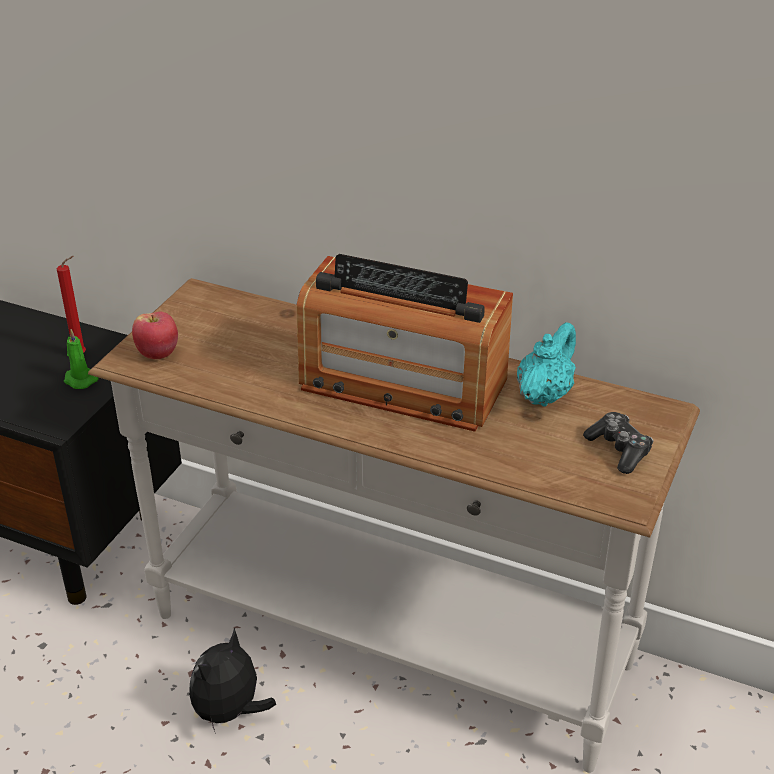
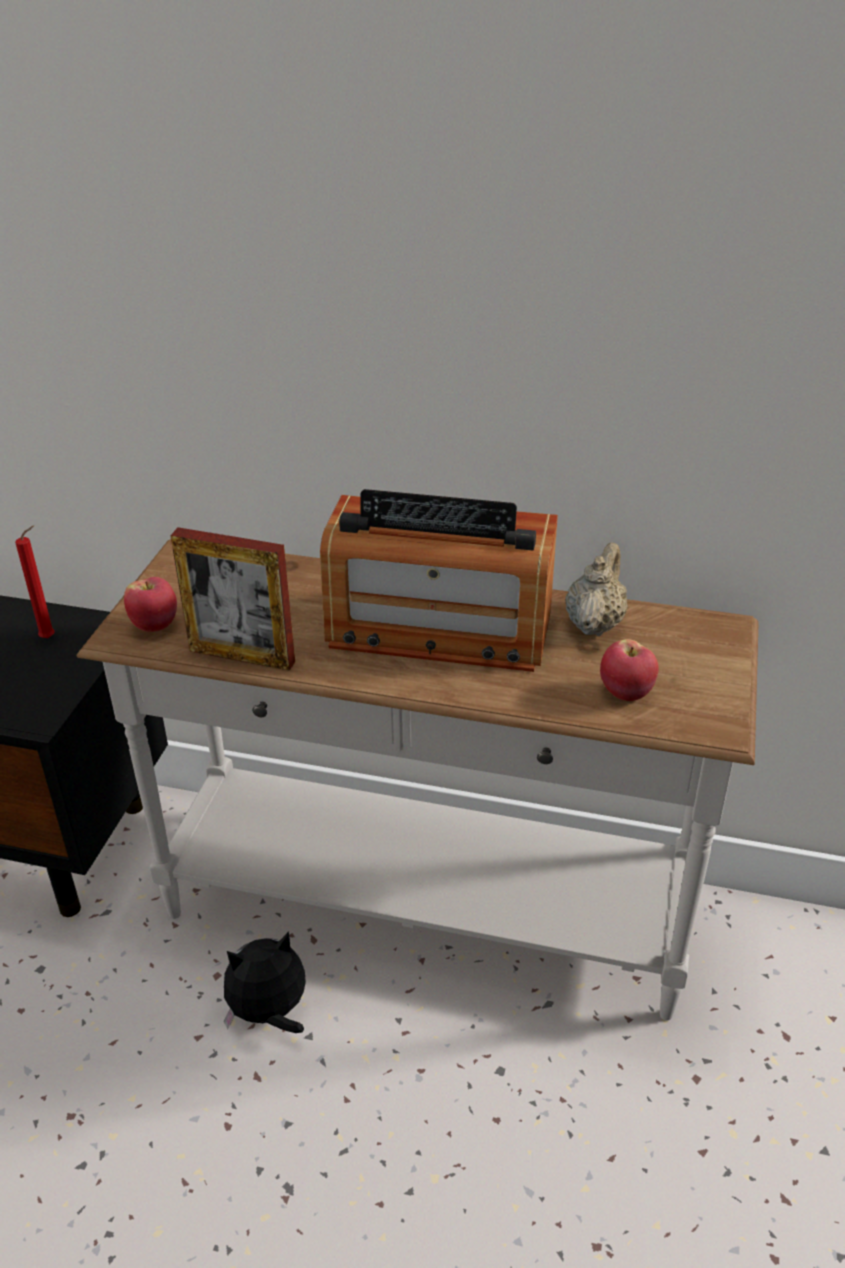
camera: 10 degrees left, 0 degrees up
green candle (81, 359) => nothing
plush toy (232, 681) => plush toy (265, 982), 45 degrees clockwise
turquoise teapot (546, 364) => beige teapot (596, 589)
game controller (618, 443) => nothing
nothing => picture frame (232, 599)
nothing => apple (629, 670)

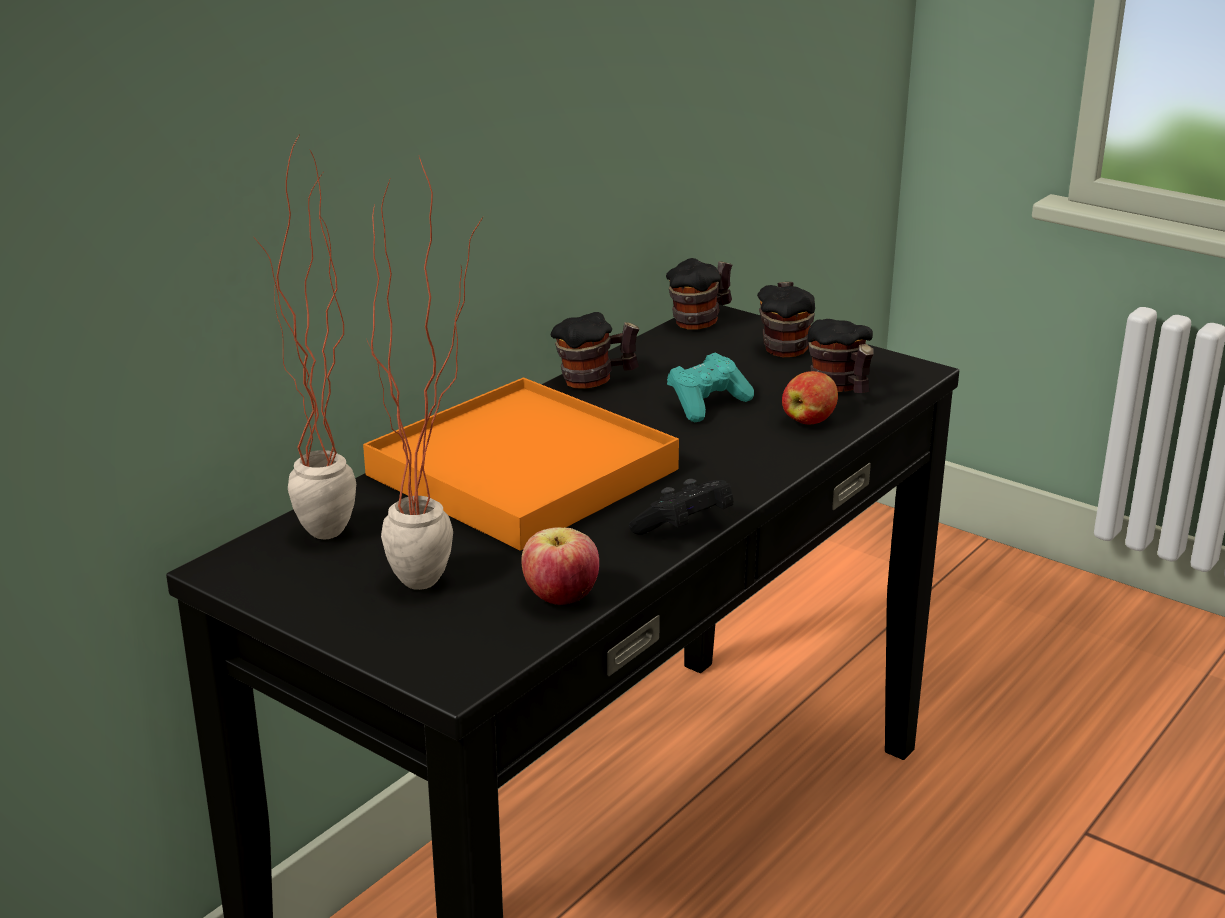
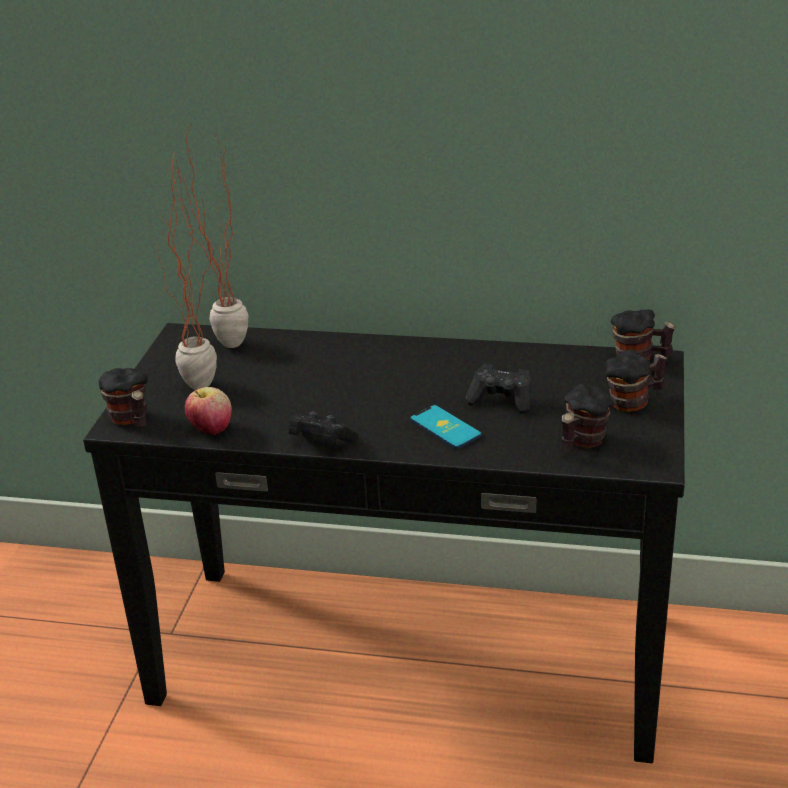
camera: 65 degrees right, 5 degrees up
orange tray (521, 464) => nothing
mug (595, 350) => mug (123, 397), shifted
turquoise game controller (710, 387) => black game controller (498, 389)
apple (810, 398) => nothing
nothing => phone (445, 427)

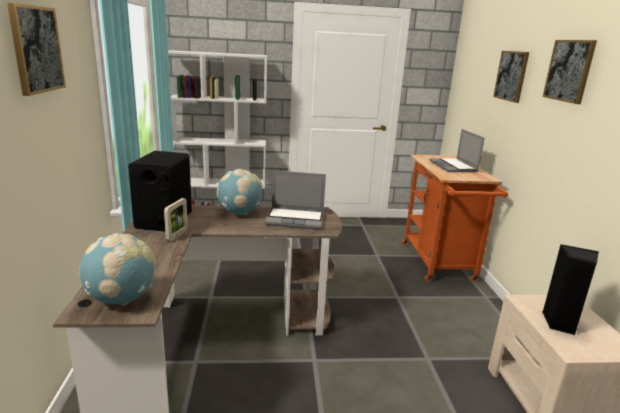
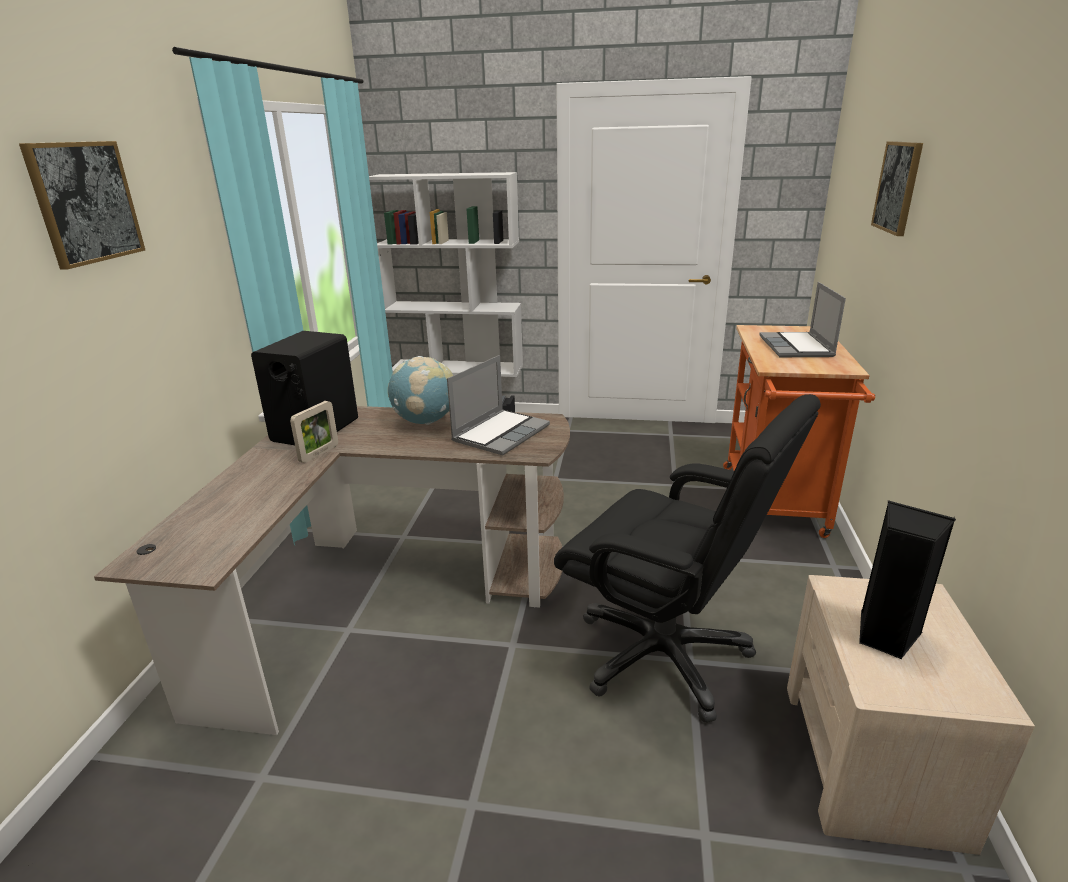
camera: 15 degrees right, 5 degrees up
globe (117, 269) => nothing
laptop (295, 200) => laptop (498, 405), 75 degrees counterclockwise
picture (570, 72) => nothing
nothing => black office chair (687, 558)

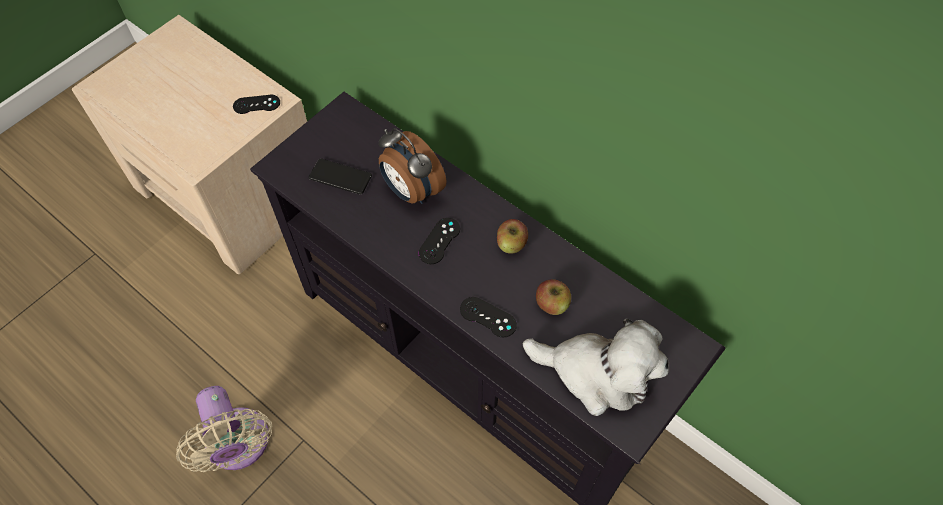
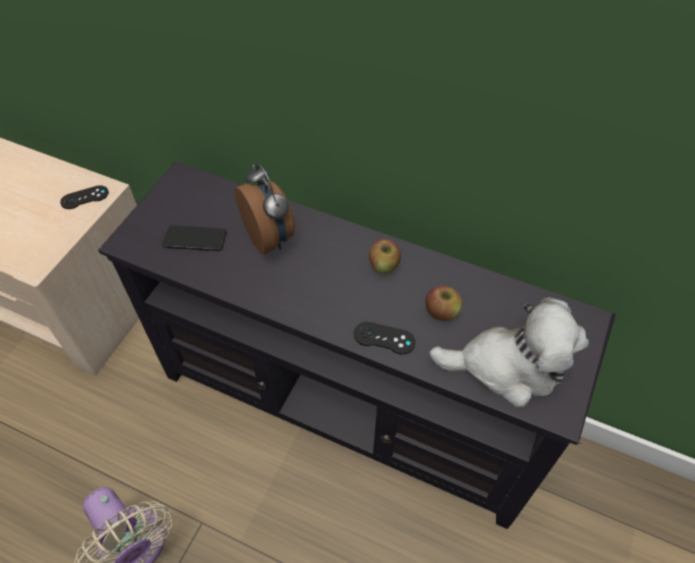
camera: 15 degrees left, 5 degrees down
alarm clock (413, 166) => alarm clock (265, 209), 150 degrees counterclockwise
black game controller (439, 241) => nothing

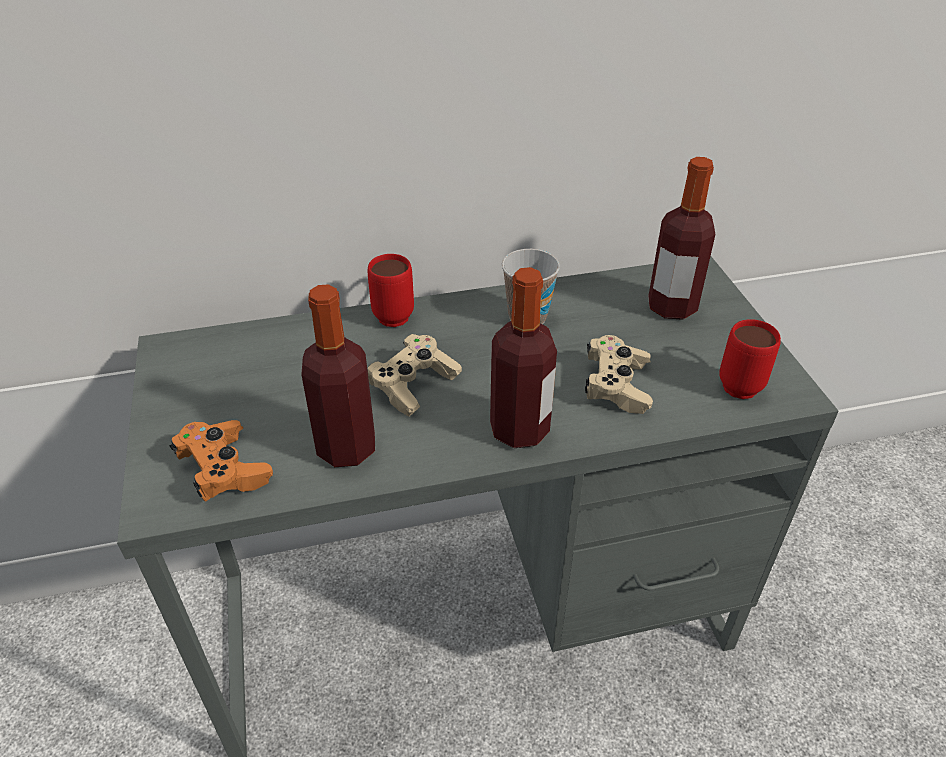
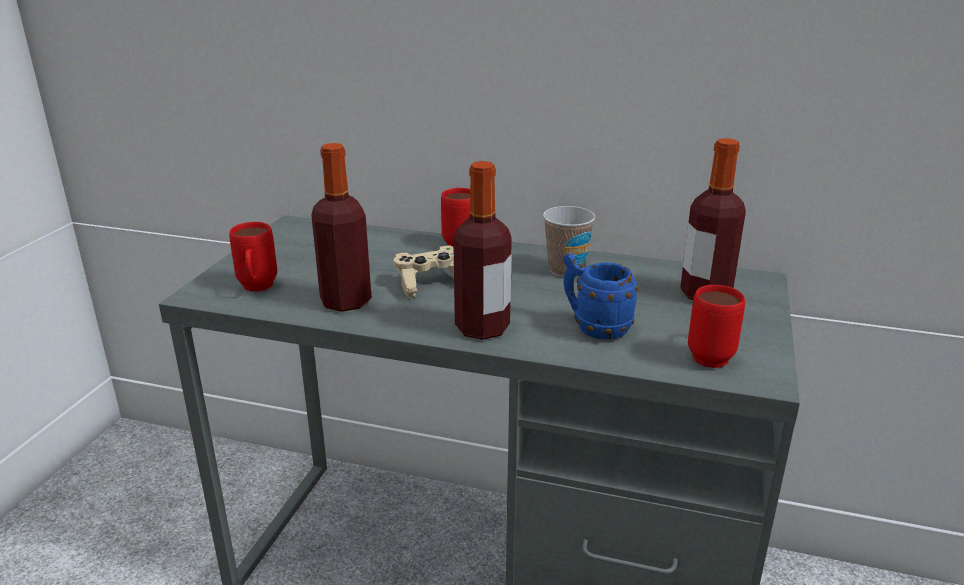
camera: 30 degrees right, 15 degrees down
orange game controller (221, 461) => red mug (253, 257)
beige game controller (619, 374) => blue mug (600, 296)

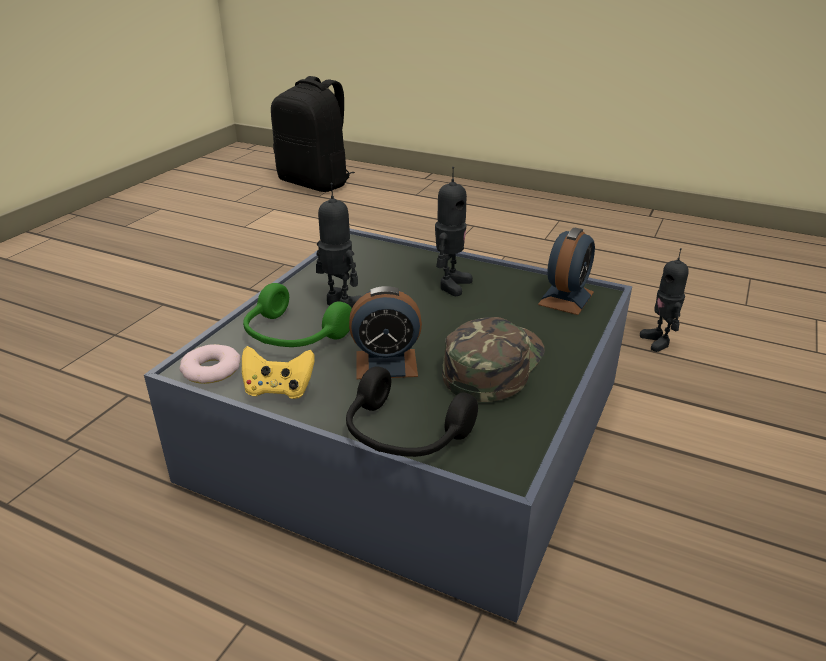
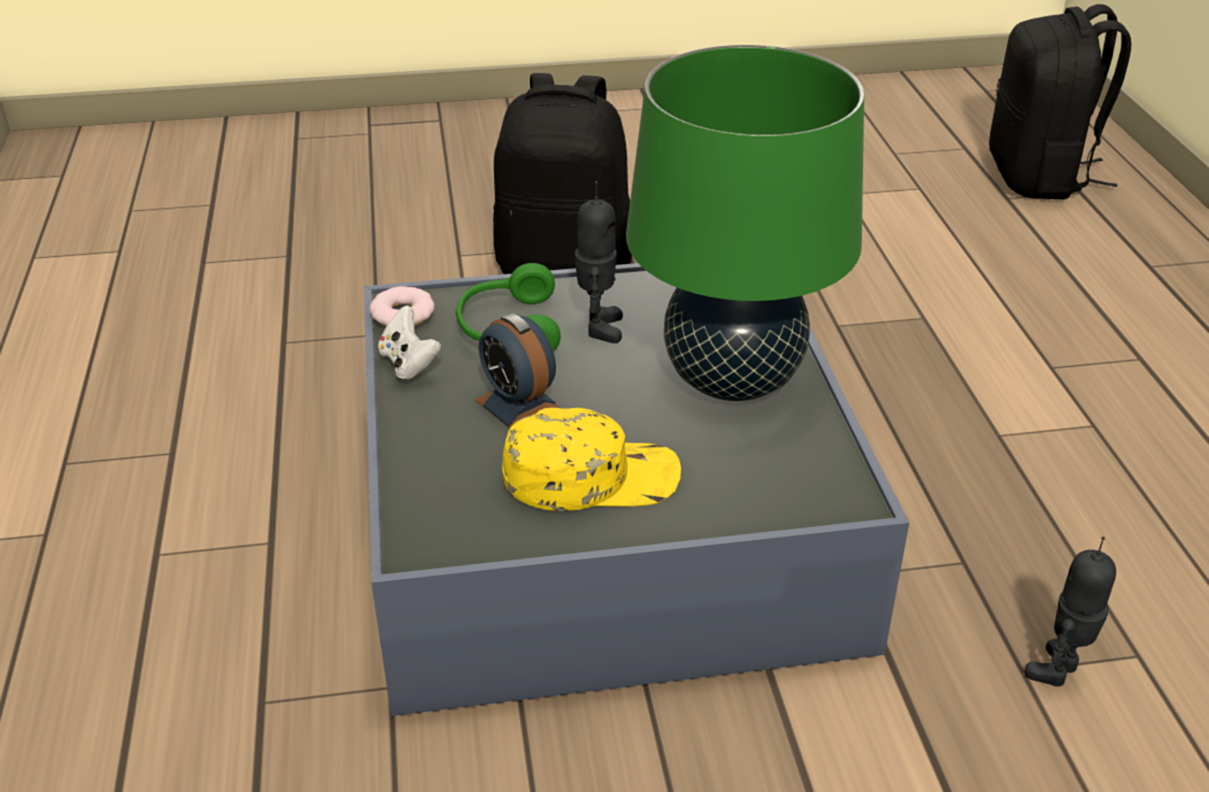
camera: 55 degrees right, 5 degrees up
yellow game controller (278, 372) => white game controller (409, 342)
black headphones (412, 411) => nothing
toy robot (454, 231) => green table lamp (745, 223)
green cap (493, 359) => yellow cap (591, 459)
alarm clock (566, 271) => nothing
nothing => black backpack (562, 173)

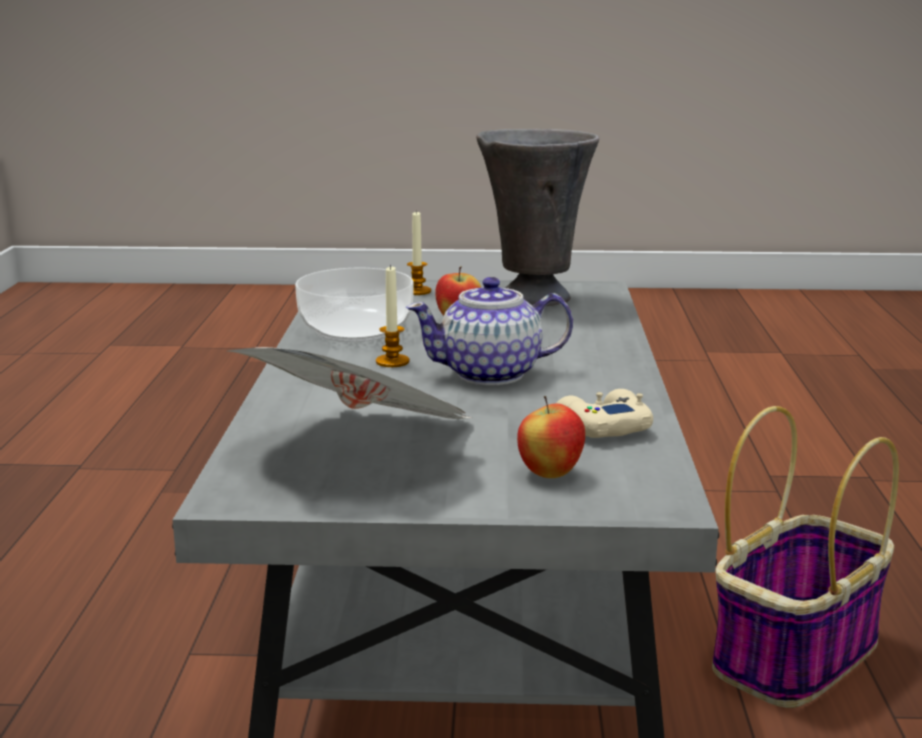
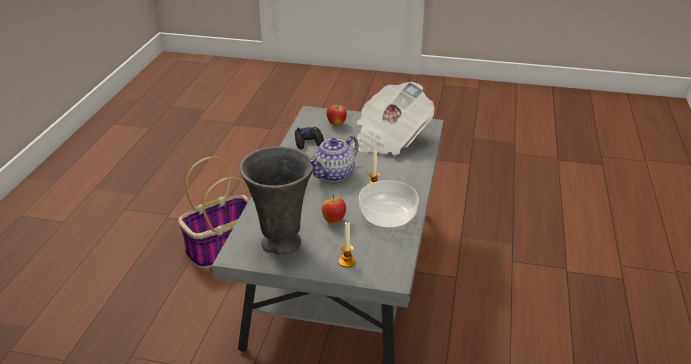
camera: 170 degrees left, 15 degrees up
teapot (489, 331) => teapot (334, 159), 135 degrees clockwise
beige game controller (604, 413) => black game controller (309, 138)

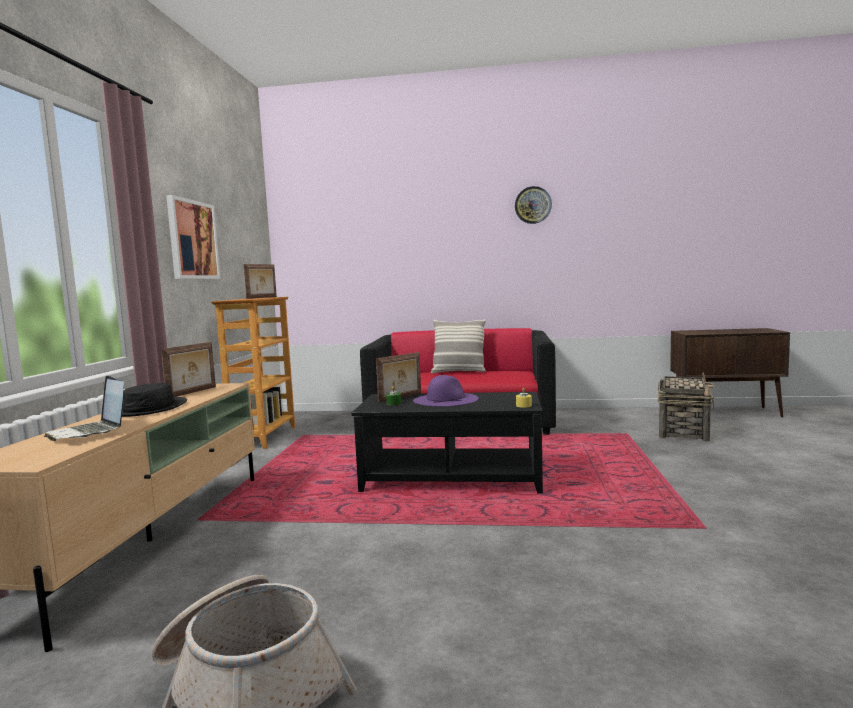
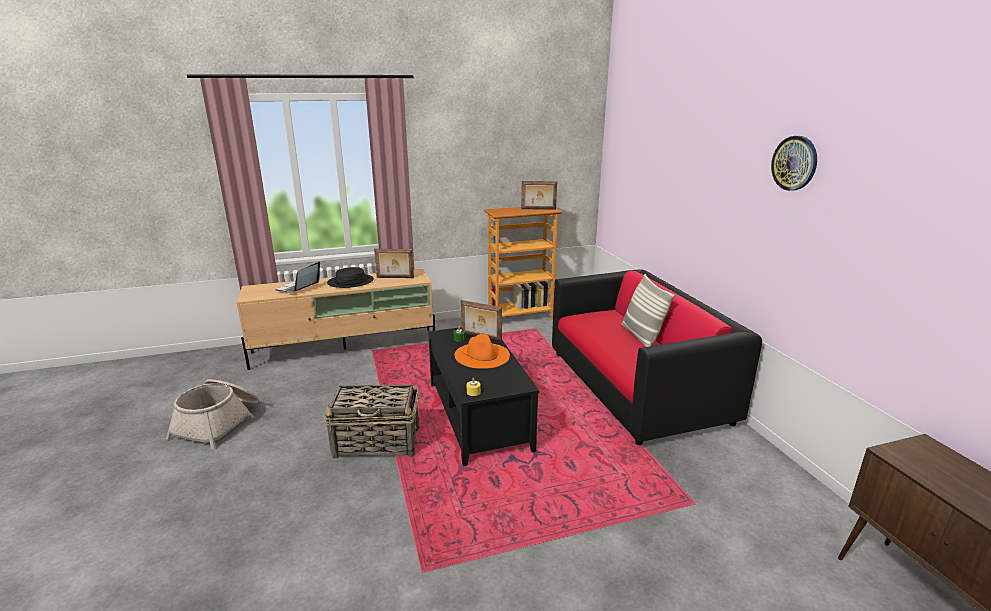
camera: 65 degrees right, 15 degrees up
picture (193, 237) => nothing
purple hat (446, 391) => orange hat (482, 351)
basket (686, 406) => basket (371, 422), shifted

